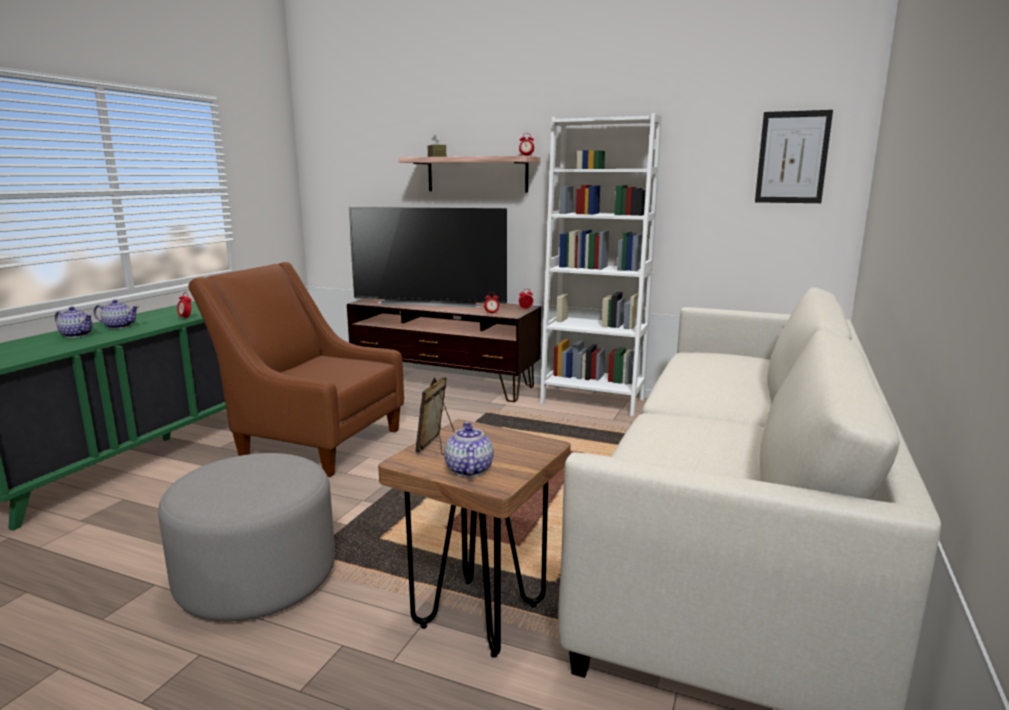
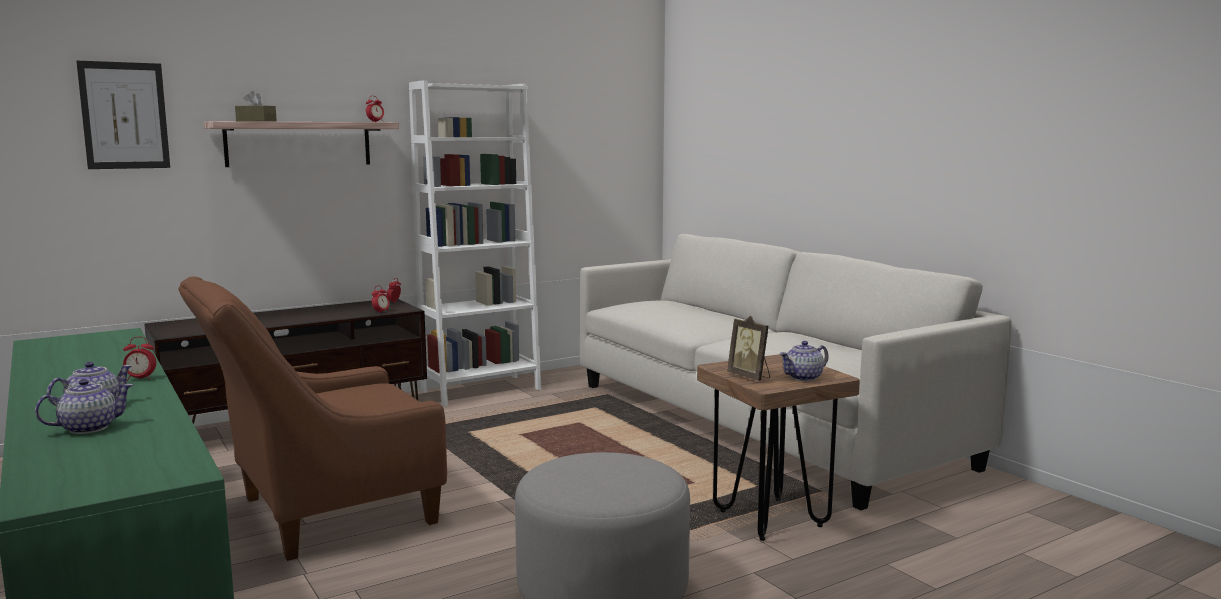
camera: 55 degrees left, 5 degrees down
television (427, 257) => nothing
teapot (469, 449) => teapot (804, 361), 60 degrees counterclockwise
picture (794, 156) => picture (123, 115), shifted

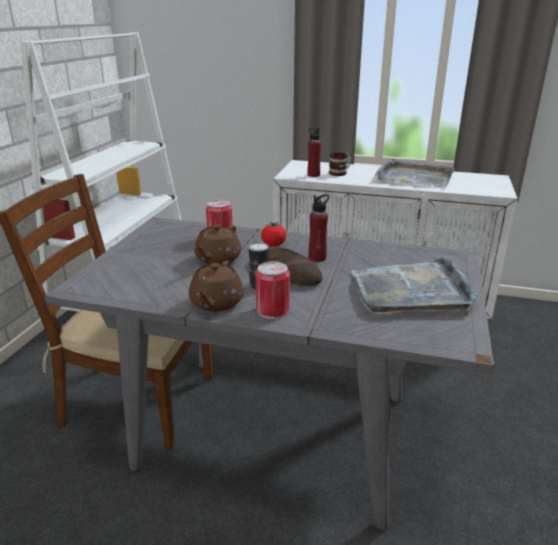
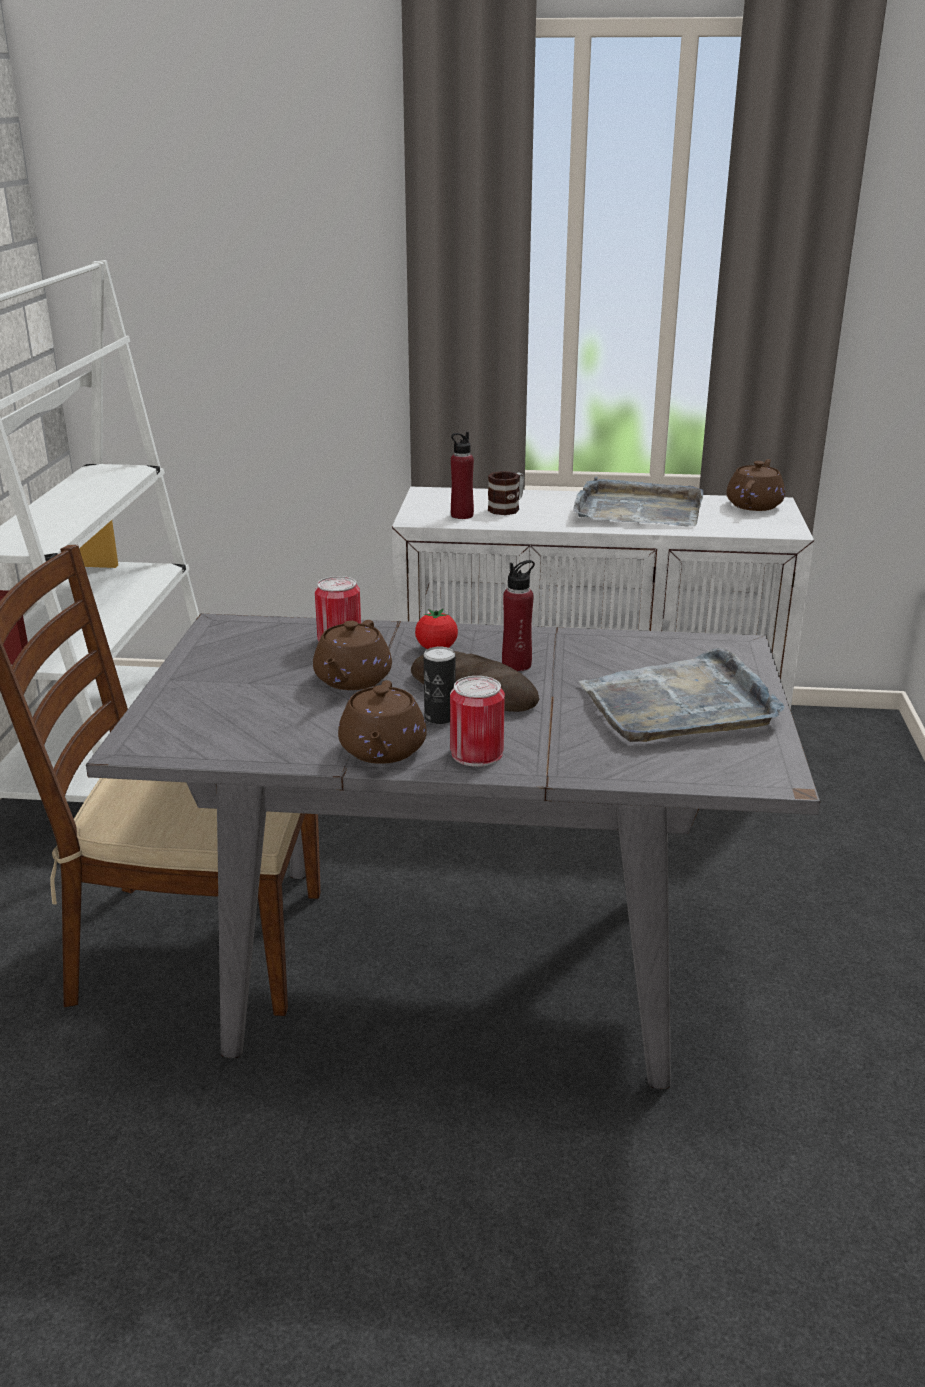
camera: 10 degrees left, 0 degrees up
nothing => brown teapot (755, 485)

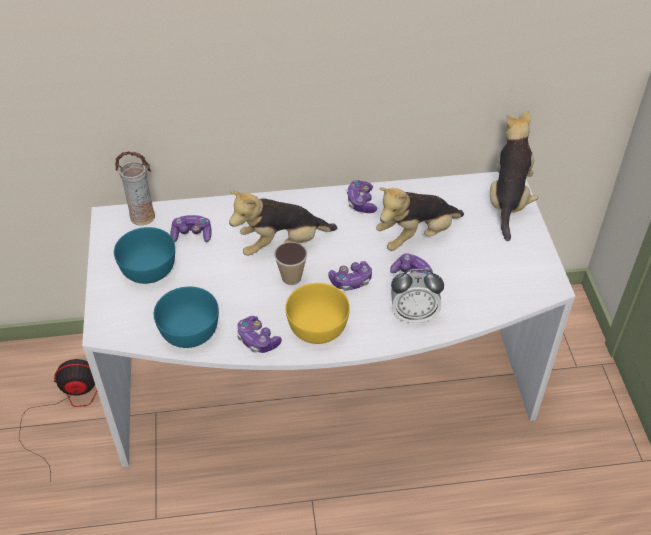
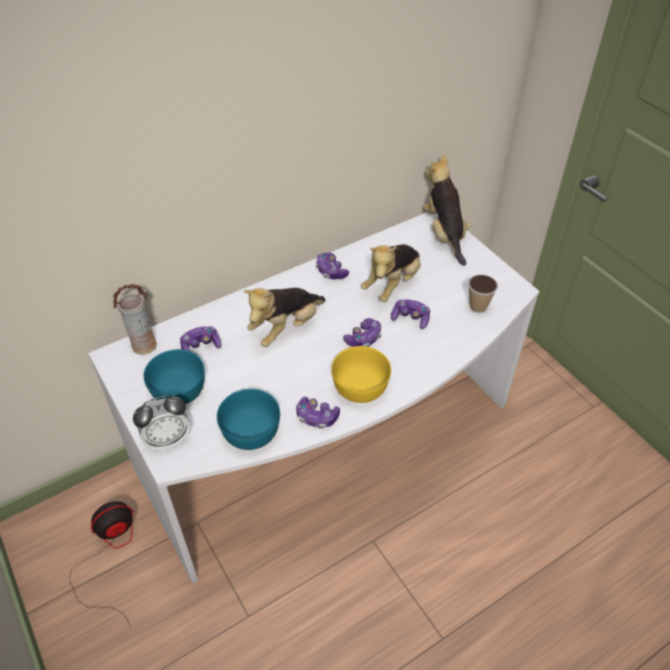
camera: 25 degrees left, 0 degrees up
cup (290, 263) => cup (483, 294), shifted
alarm clock (417, 296) => alarm clock (161, 423), shifted

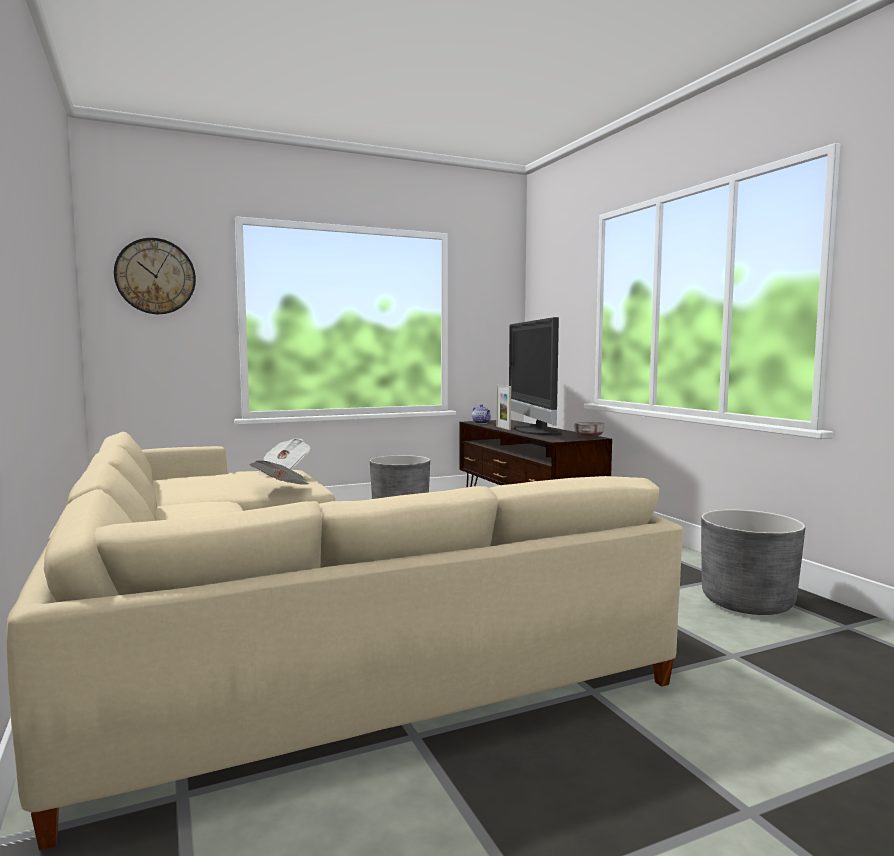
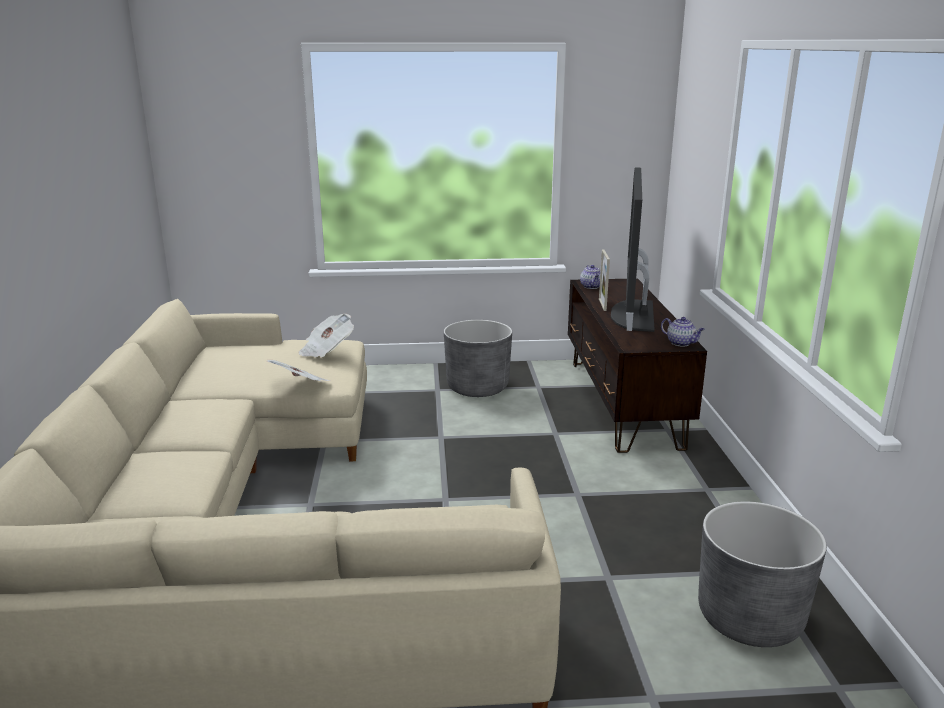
camera: 20 degrees right, 15 degrees up
wall clock (155, 276) => nothing
grey bowl (589, 430) => teapot (683, 332)

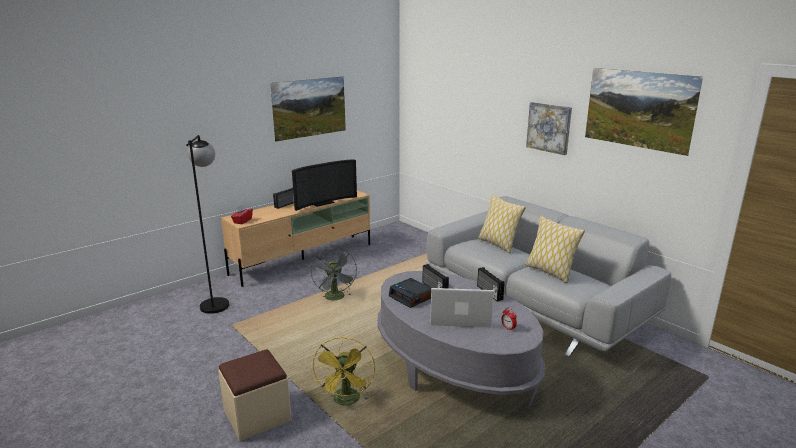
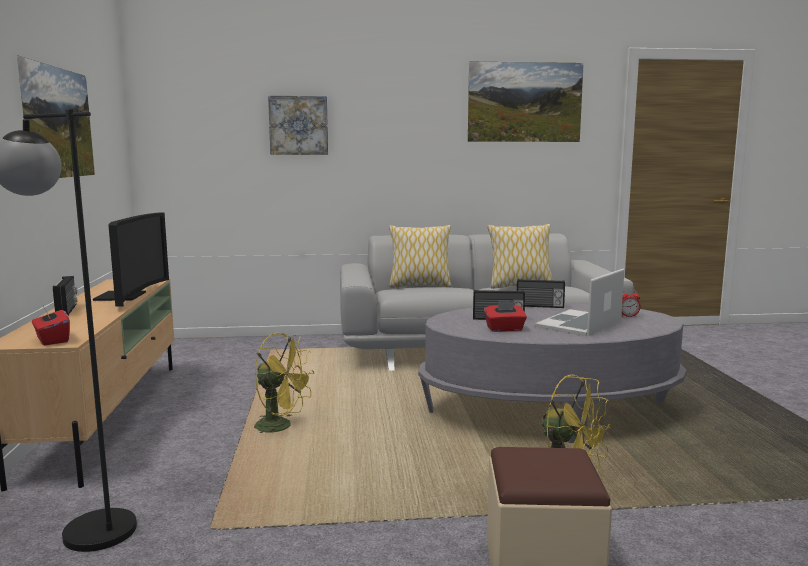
camera: 55 degrees left, 10 degrees down
grey fan (334, 274) => yellow fan (284, 383)
alarm clock (410, 293) => red tissue box (505, 316)
picture (549, 128) => picture (298, 125), shifted

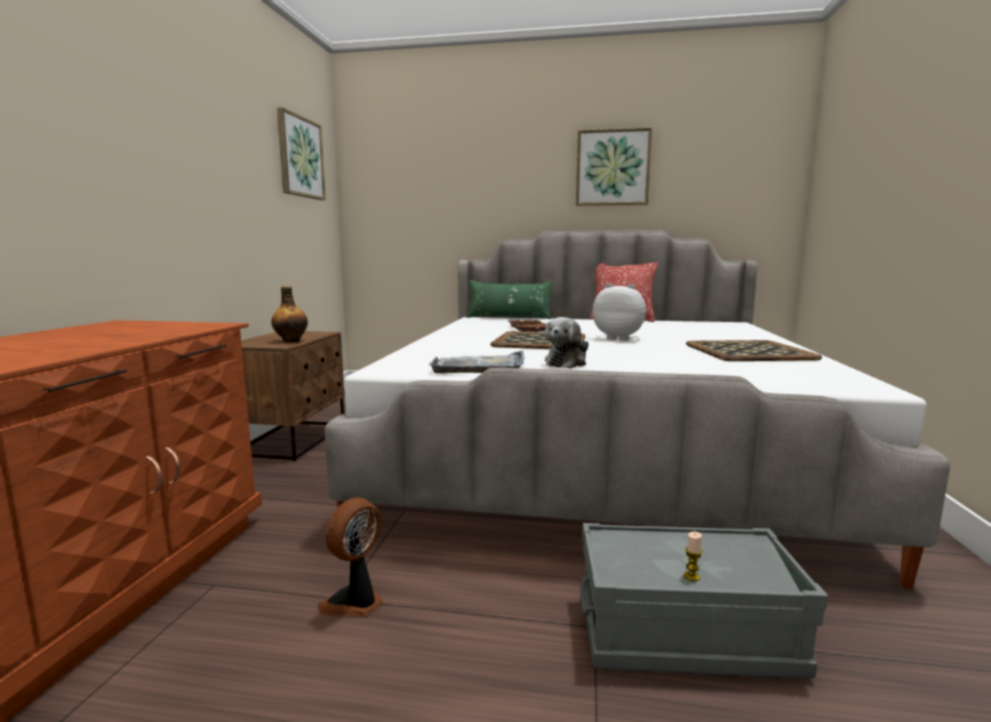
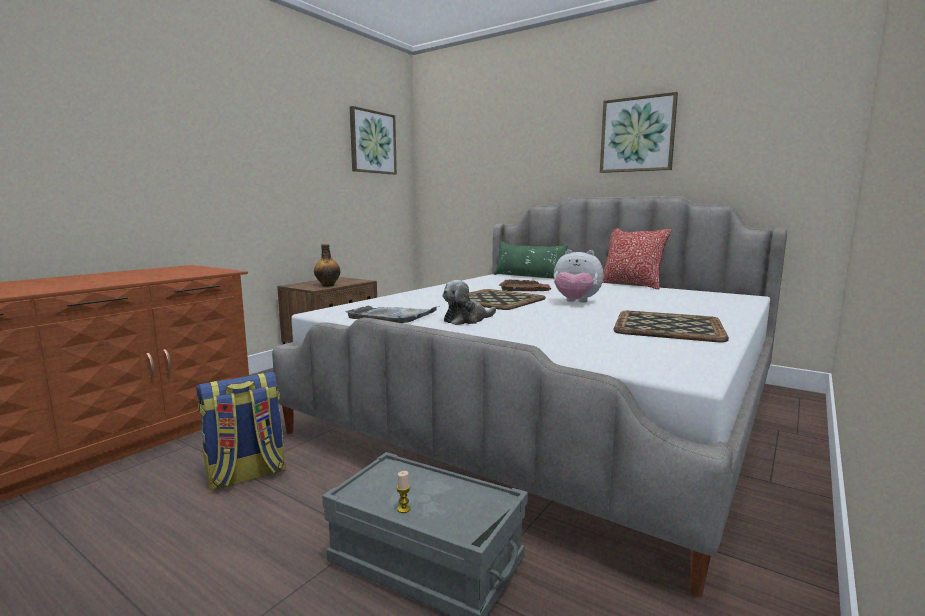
camera: 25 degrees right, 0 degrees up
fan (350, 556) => backpack (241, 431)
plush toy (619, 311) => plush toy (579, 276), 150 degrees clockwise

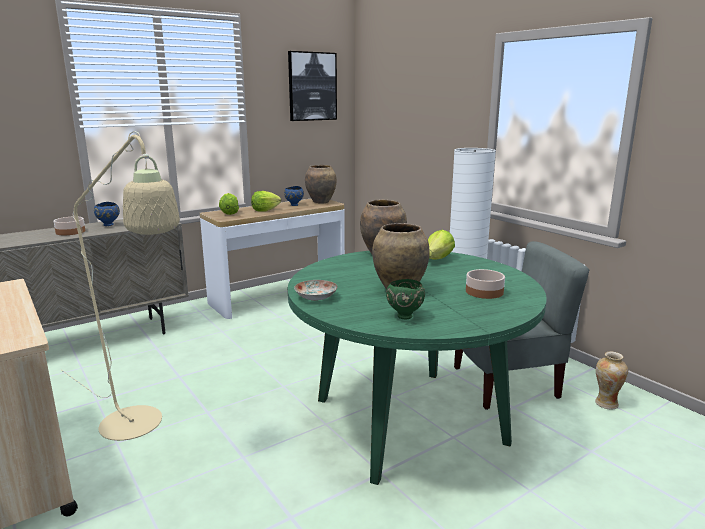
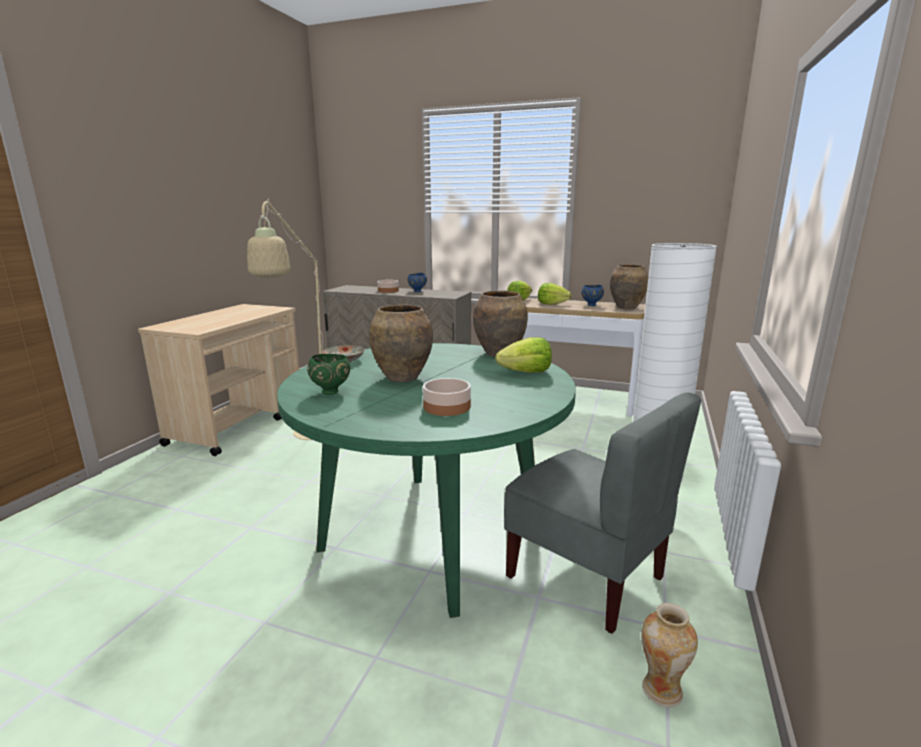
camera: 55 degrees right, 0 degrees up
picture (312, 86) => nothing

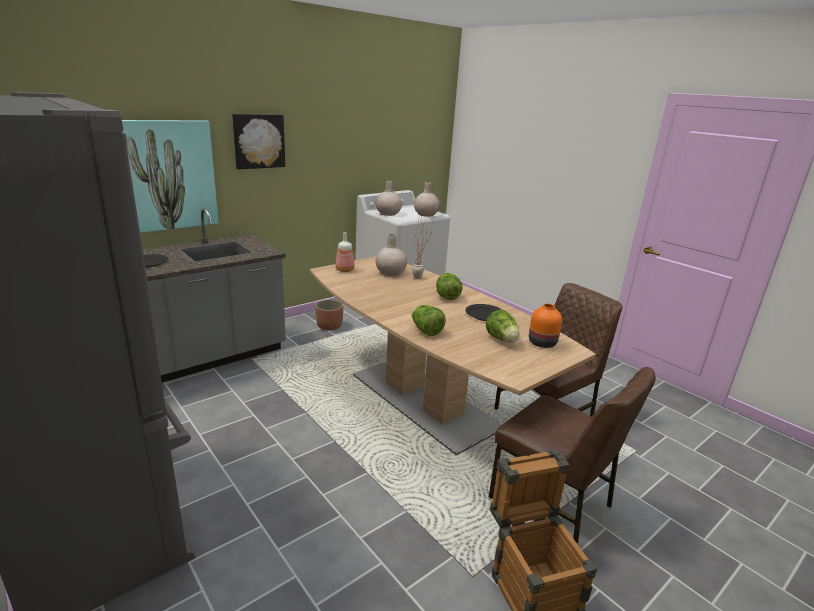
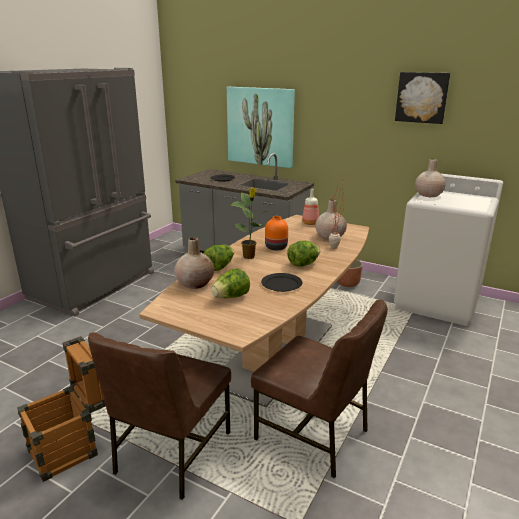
camera: 70 degrees right, 0 degrees up
picture (258, 141) => picture (422, 98), shifted
beige vase (427, 199) => beige vase (194, 263), shifted
orange vase (545, 325) => orange vase (276, 233), shifted
nothing => potted plant (247, 223)

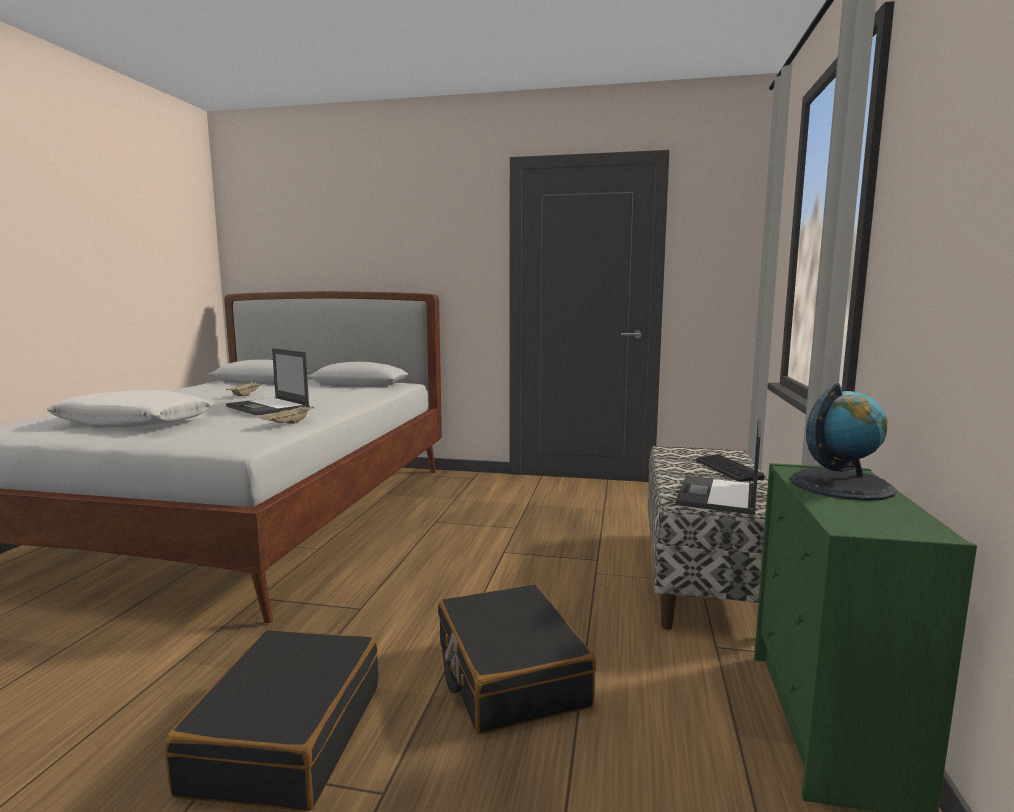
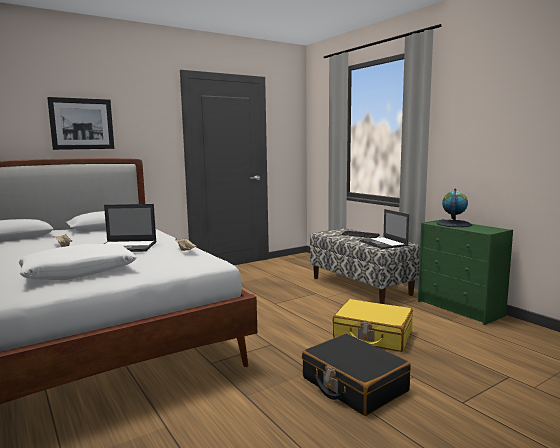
camera: 45 degrees left, 0 degrees up
black suitcase (517, 659) => yellow suitcase (373, 325)
nothing => picture (80, 123)

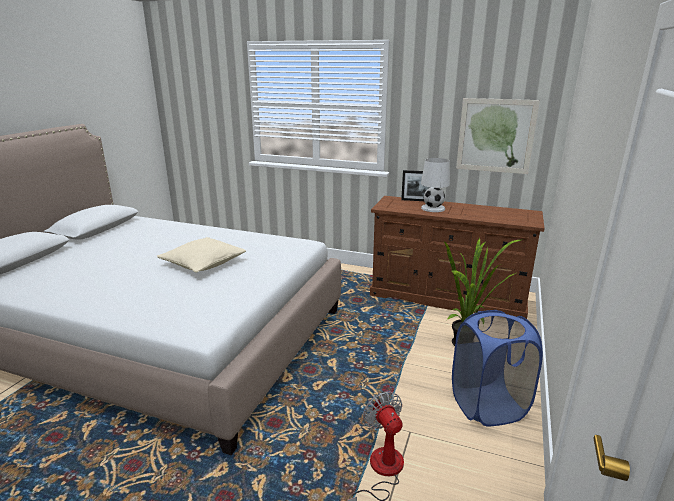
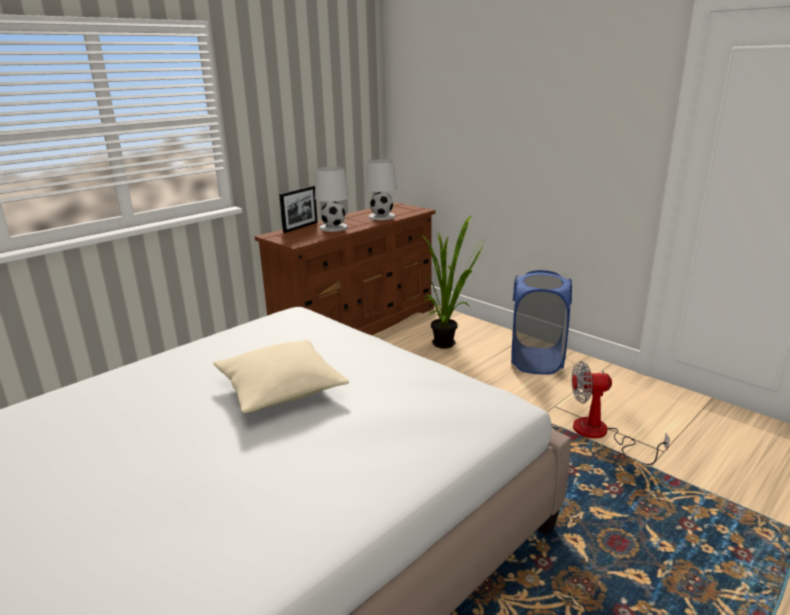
camera: 65 degrees left, 0 degrees up
picture (498, 136) => nothing
nothing => white table lamp (381, 189)

